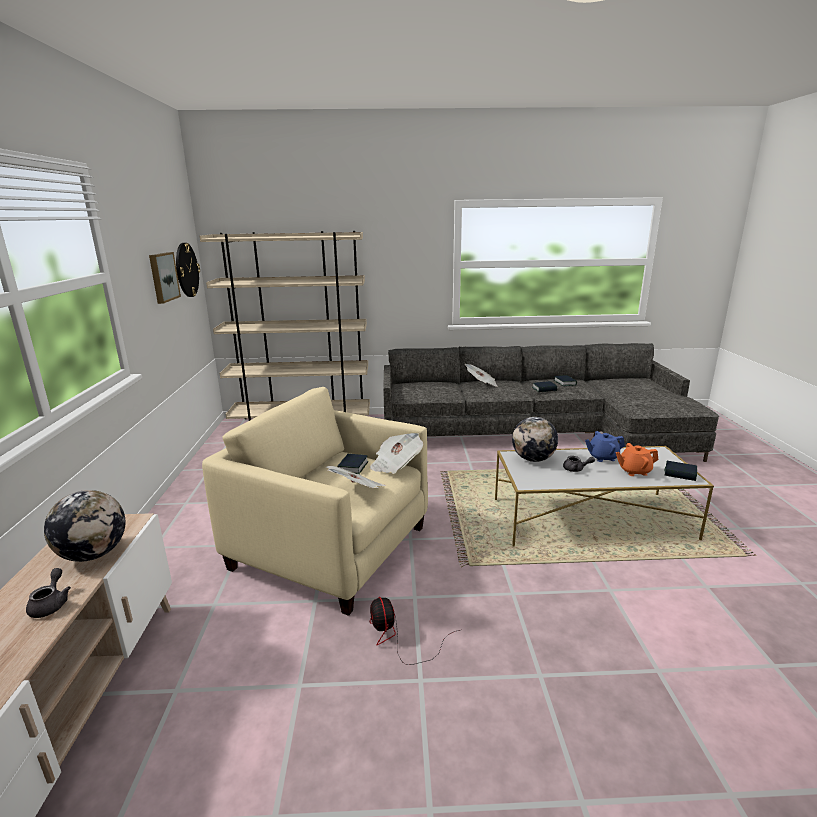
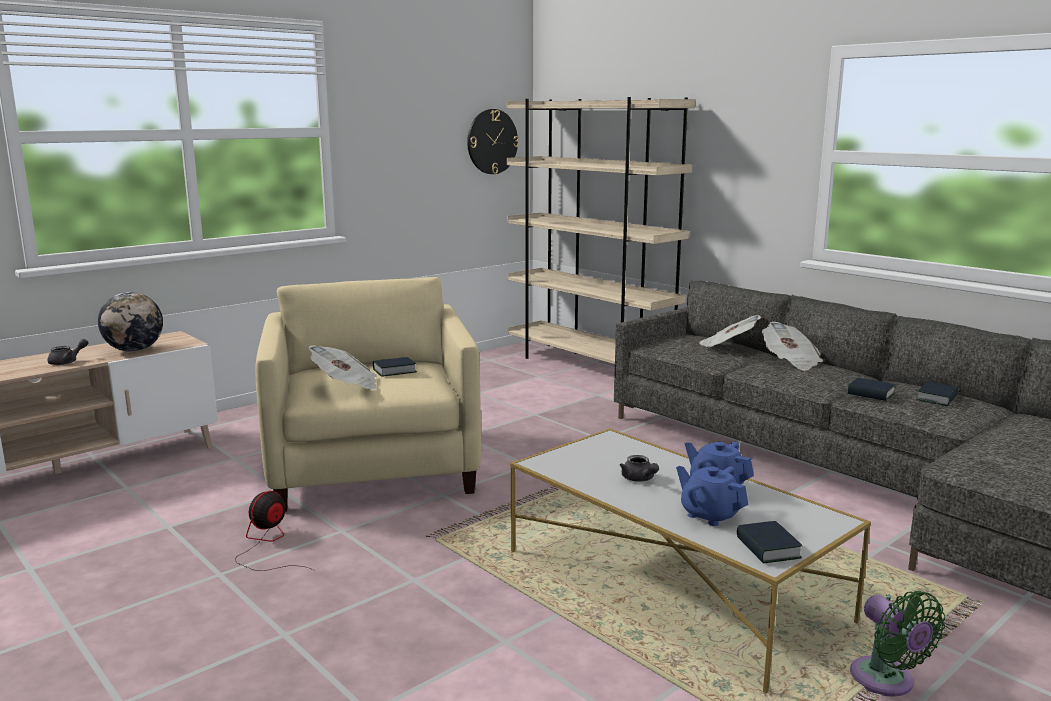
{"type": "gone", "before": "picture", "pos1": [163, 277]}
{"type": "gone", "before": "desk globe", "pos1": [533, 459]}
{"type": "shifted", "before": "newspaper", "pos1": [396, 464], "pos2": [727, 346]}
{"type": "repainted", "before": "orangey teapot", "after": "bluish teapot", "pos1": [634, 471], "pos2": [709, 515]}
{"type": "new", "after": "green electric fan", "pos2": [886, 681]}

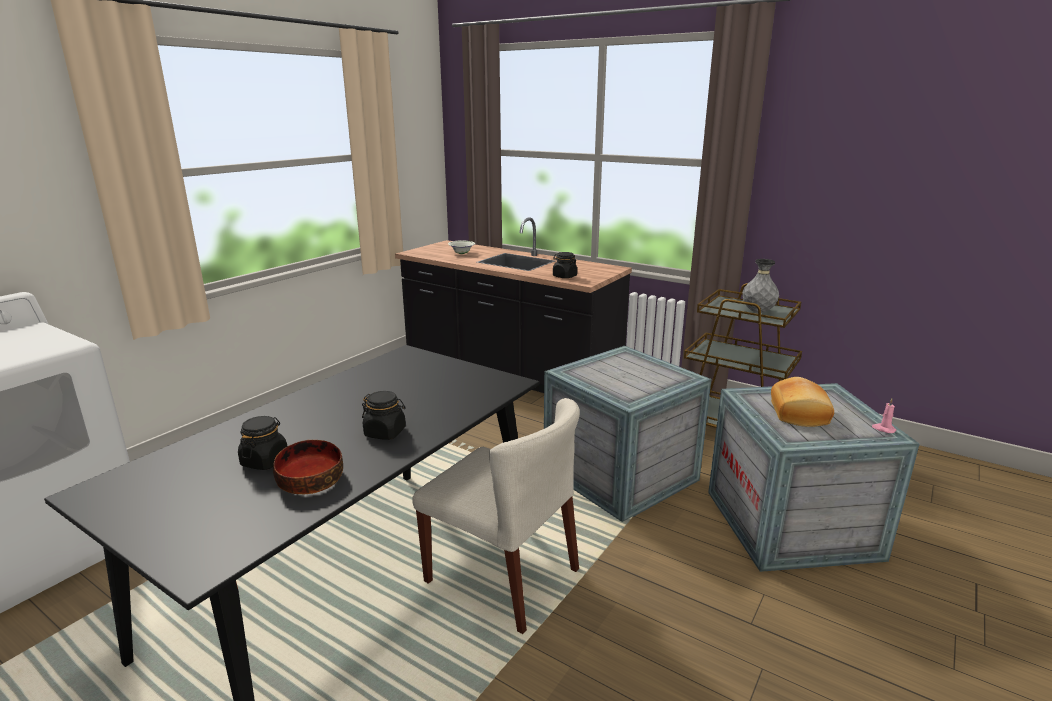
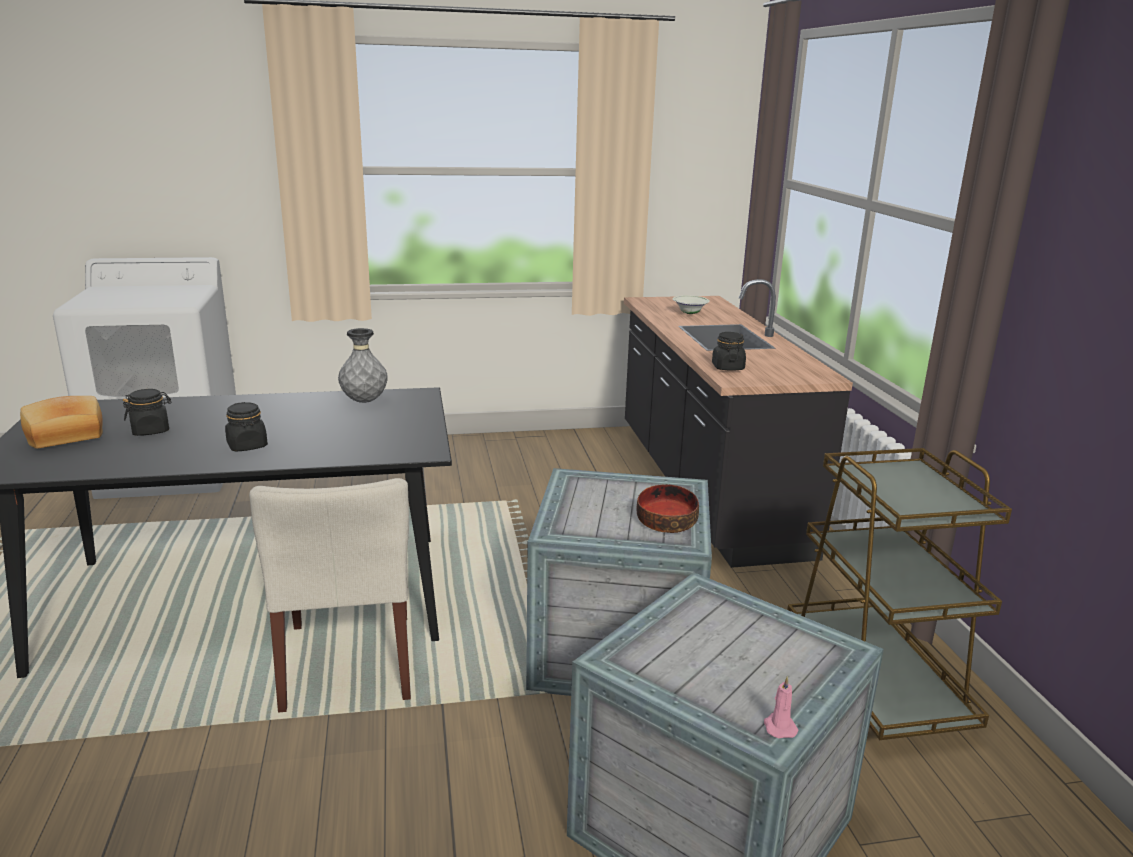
{"type": "shifted", "before": "greyish flower vase", "pos1": [757, 312], "pos2": [364, 401]}
{"type": "shifted", "before": "bread", "pos1": [800, 414], "pos2": [66, 437]}
{"type": "shifted", "before": "bowl", "pos1": [310, 480], "pos2": [665, 521]}

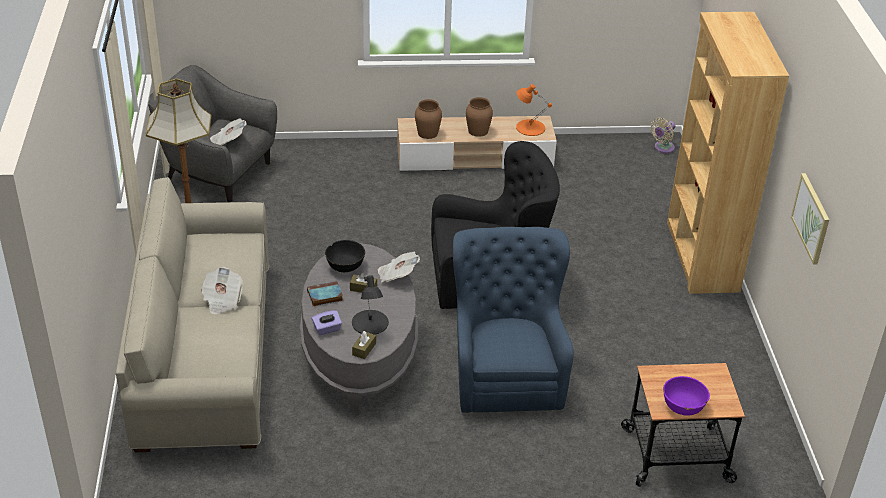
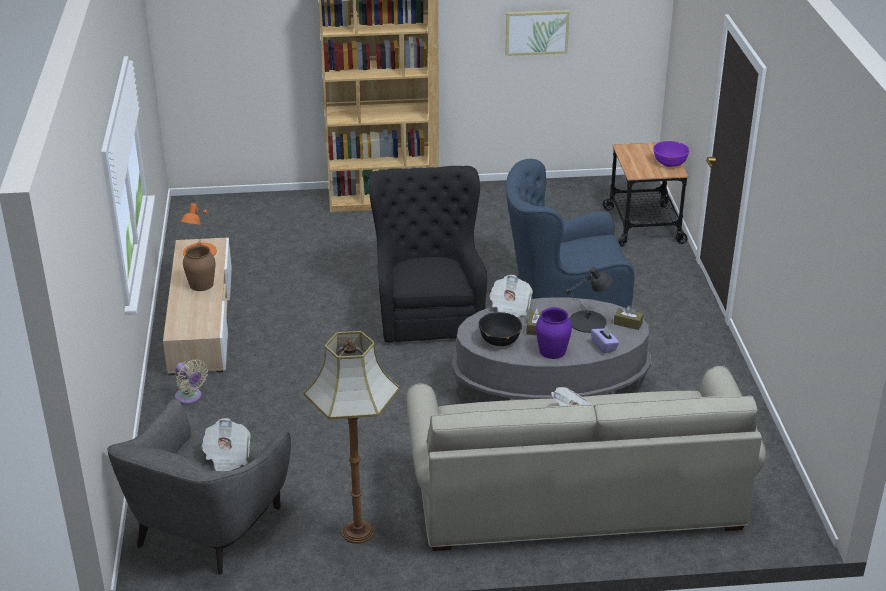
{"type": "gone", "before": "brown-coloured flower vase", "pos1": [428, 133]}
{"type": "shifted", "before": "beige-coloured electric fan", "pos1": [662, 148], "pos2": [190, 397]}
{"type": "swapped", "before": "volume", "after": "purplish flower vase", "pos1": [324, 296], "pos2": [552, 351]}

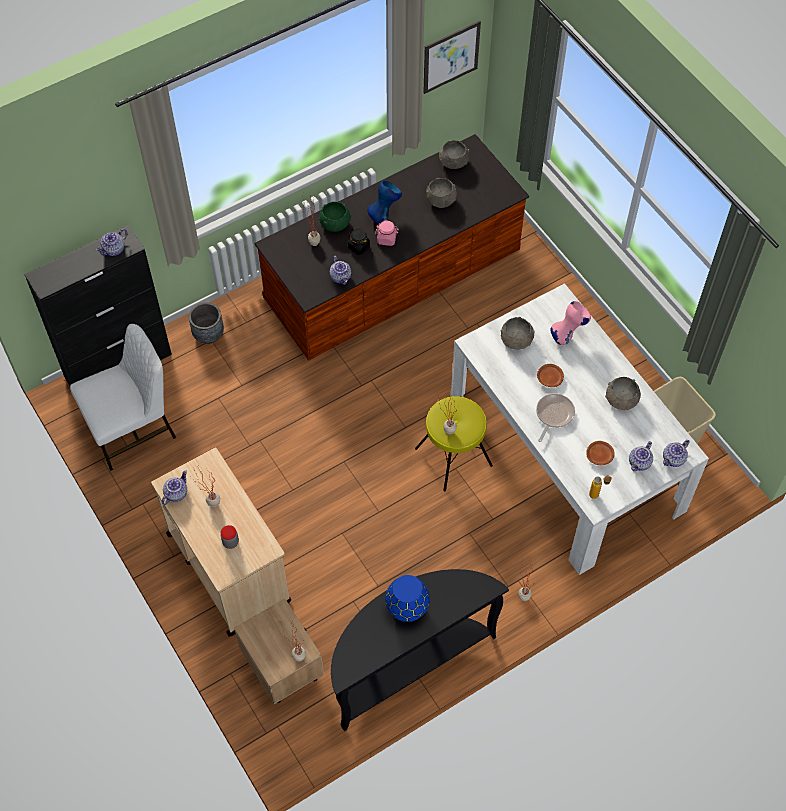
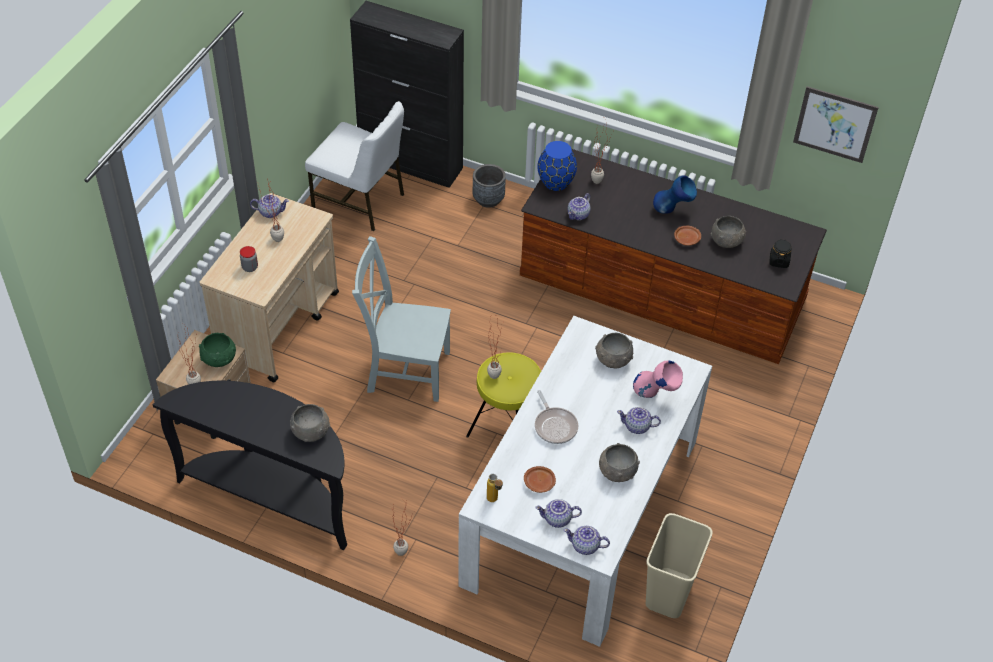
{"type": "shifted", "before": "greyish bowl", "pos1": [453, 162], "pos2": [310, 431]}
{"type": "shifted", "before": "green bowl", "pos1": [335, 224], "pos2": [219, 359]}
{"type": "gone", "before": "pink storage jar", "pos1": [387, 239]}
{"type": "shifted", "before": "teapot", "pos1": [114, 249], "pos2": [637, 426]}
{"type": "shifted", "before": "black storage jar", "pos1": [358, 247], "pos2": [779, 261]}
{"type": "shifted", "before": "brown-coloured dinner plate", "pos1": [549, 378], "pos2": [687, 239]}
{"type": "rotated", "before": "frying pan", "pos1": [553, 415], "pos2": [555, 426], "turn": 75}
{"type": "shifted", "before": "bluish flower vase", "pos1": [407, 608], "pos2": [556, 183]}
{"type": "new", "after": "greyish plain chair", "pos2": [404, 370]}

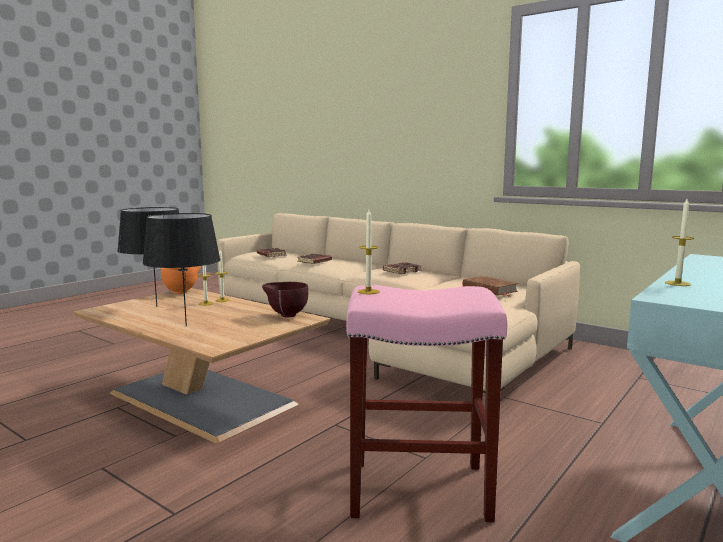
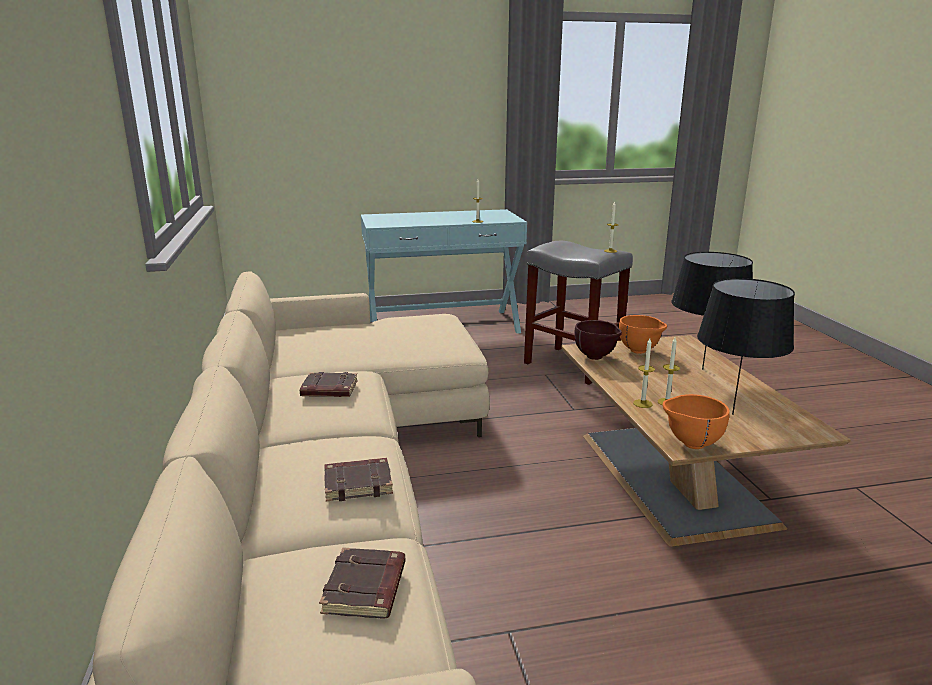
{"type": "gone", "before": "brown-coloured volume", "pos1": [489, 289]}
{"type": "repainted", "before": "pink sitting stool", "after": "greyish sitting stool", "pos1": [421, 489], "pos2": [571, 365]}
{"type": "new", "after": "orangey bowl", "pos2": [640, 351]}

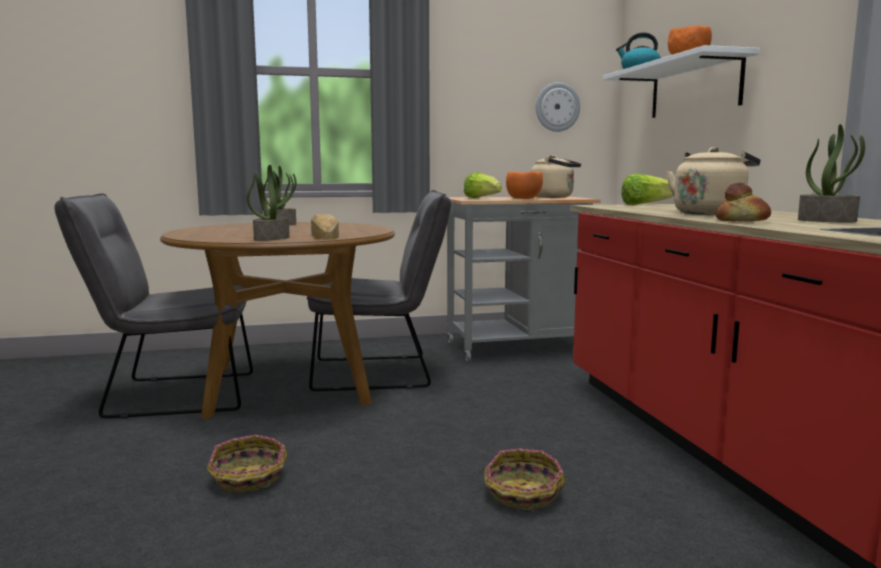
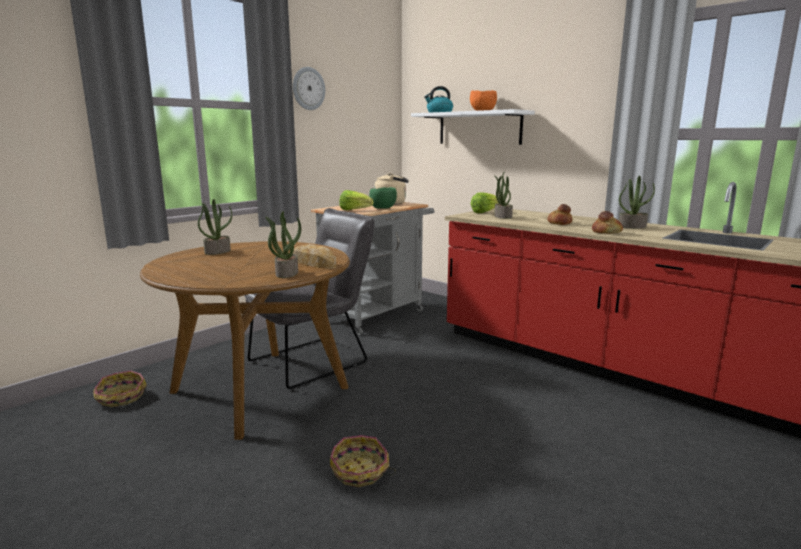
{"type": "shifted", "before": "hanging clock", "pos1": [557, 107], "pos2": [308, 88]}
{"type": "swapped", "before": "beige-coloured water kettle", "after": "bread", "pos1": [710, 213], "pos2": [559, 223]}
{"type": "repainted", "before": "orangey bowl", "after": "green bowl", "pos1": [524, 199], "pos2": [383, 208]}
{"type": "gone", "before": "greyish plain chair", "pos1": [171, 395]}
{"type": "shifted", "before": "household basket", "pos1": [522, 494], "pos2": [121, 398]}
{"type": "new", "after": "houseplant", "pos2": [502, 217]}

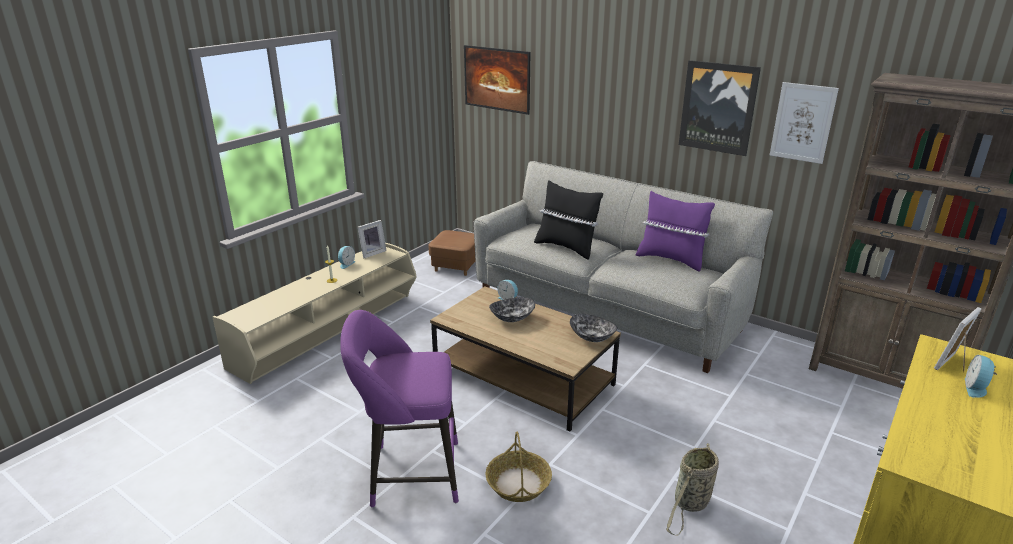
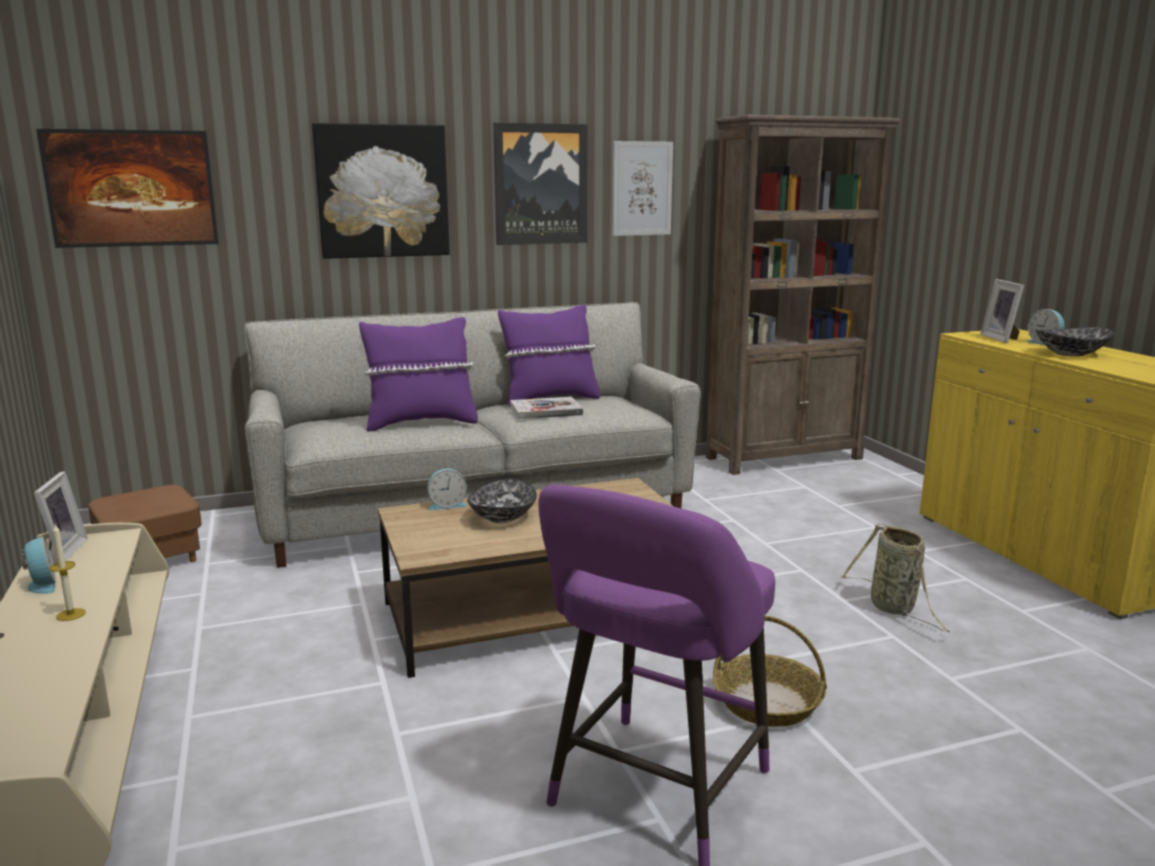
{"type": "repainted", "before": "black throw pillow", "after": "purplish throw pillow", "pos1": [566, 247], "pos2": [421, 423]}
{"type": "shifted", "before": "bowl", "pos1": [592, 337], "pos2": [1071, 354]}
{"type": "new", "after": "picture", "pos2": [382, 191]}
{"type": "new", "after": "volume", "pos2": [546, 410]}

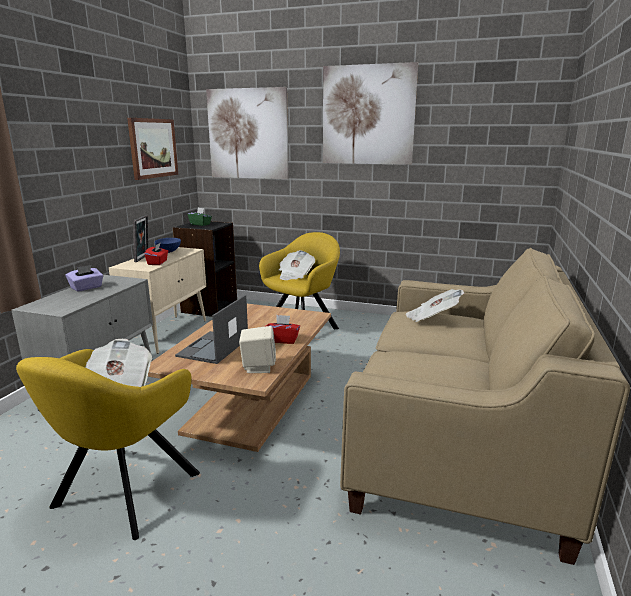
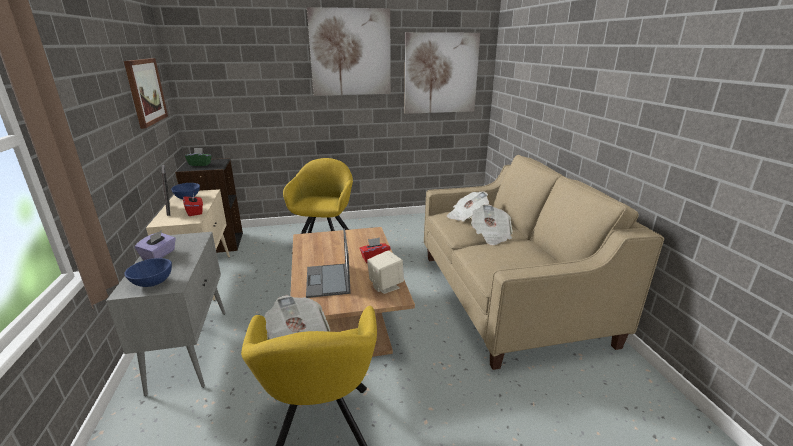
{"type": "shifted", "before": "picture", "pos1": [248, 134], "pos2": [441, 73]}
{"type": "shifted", "before": "newspaper", "pos1": [295, 275], "pos2": [490, 235]}
{"type": "new", "after": "bluish bowl", "pos2": [152, 284]}

